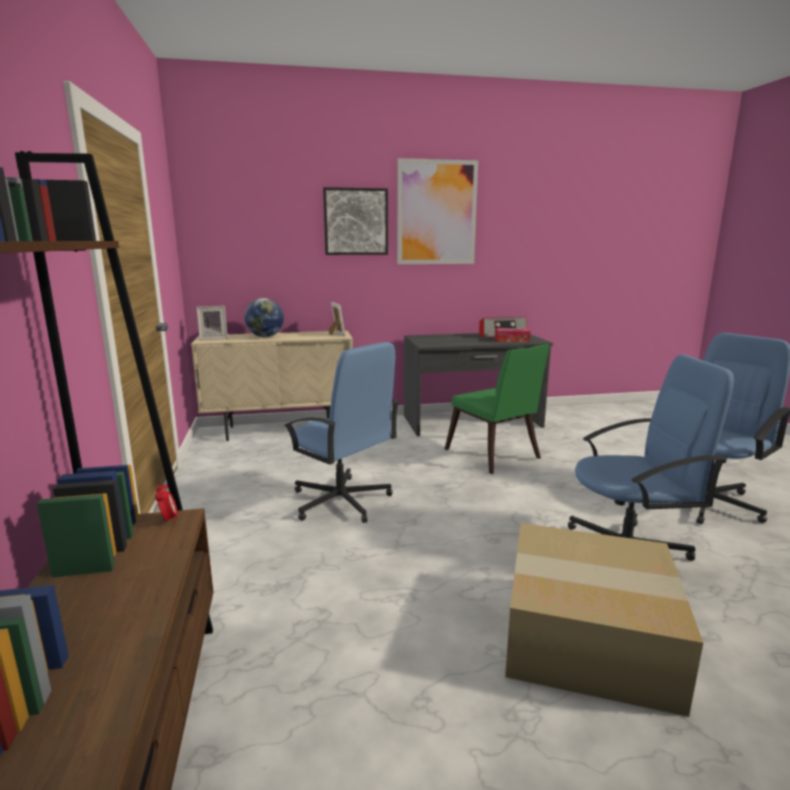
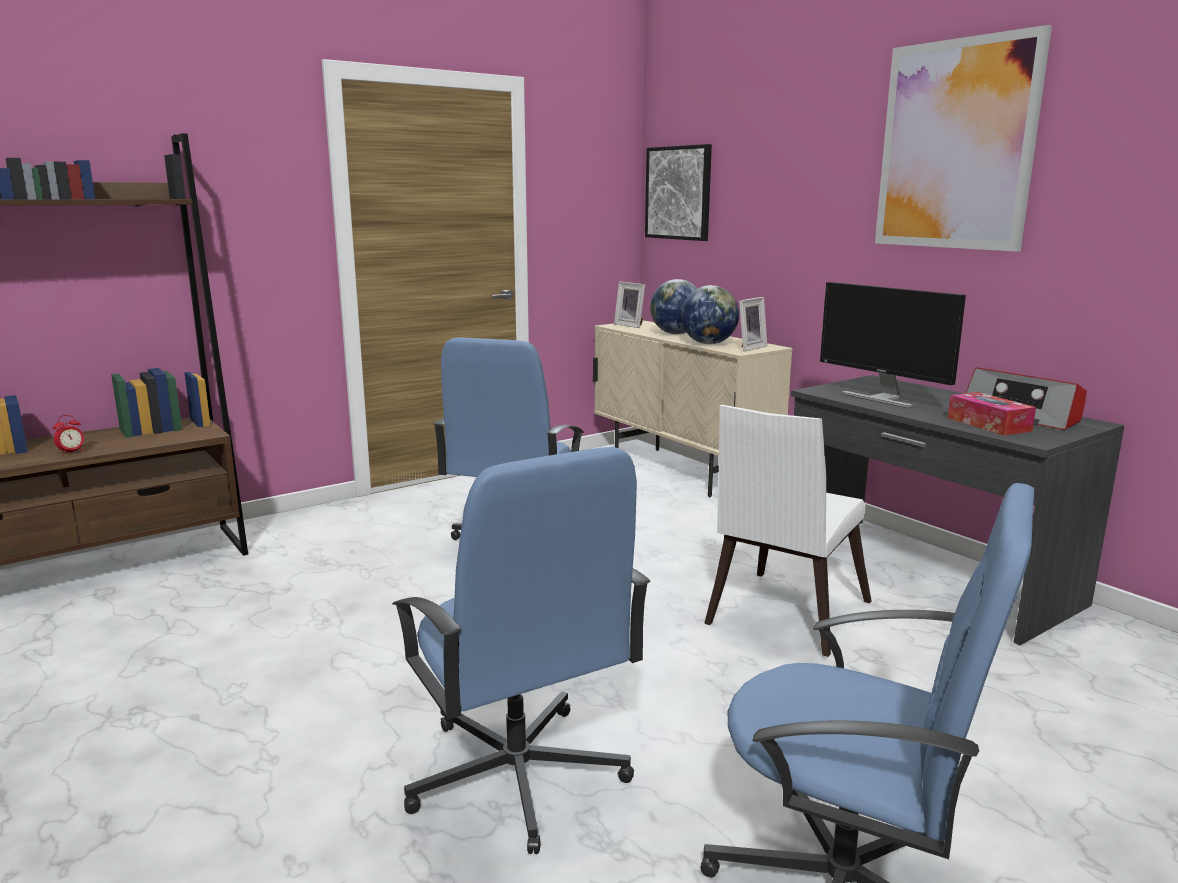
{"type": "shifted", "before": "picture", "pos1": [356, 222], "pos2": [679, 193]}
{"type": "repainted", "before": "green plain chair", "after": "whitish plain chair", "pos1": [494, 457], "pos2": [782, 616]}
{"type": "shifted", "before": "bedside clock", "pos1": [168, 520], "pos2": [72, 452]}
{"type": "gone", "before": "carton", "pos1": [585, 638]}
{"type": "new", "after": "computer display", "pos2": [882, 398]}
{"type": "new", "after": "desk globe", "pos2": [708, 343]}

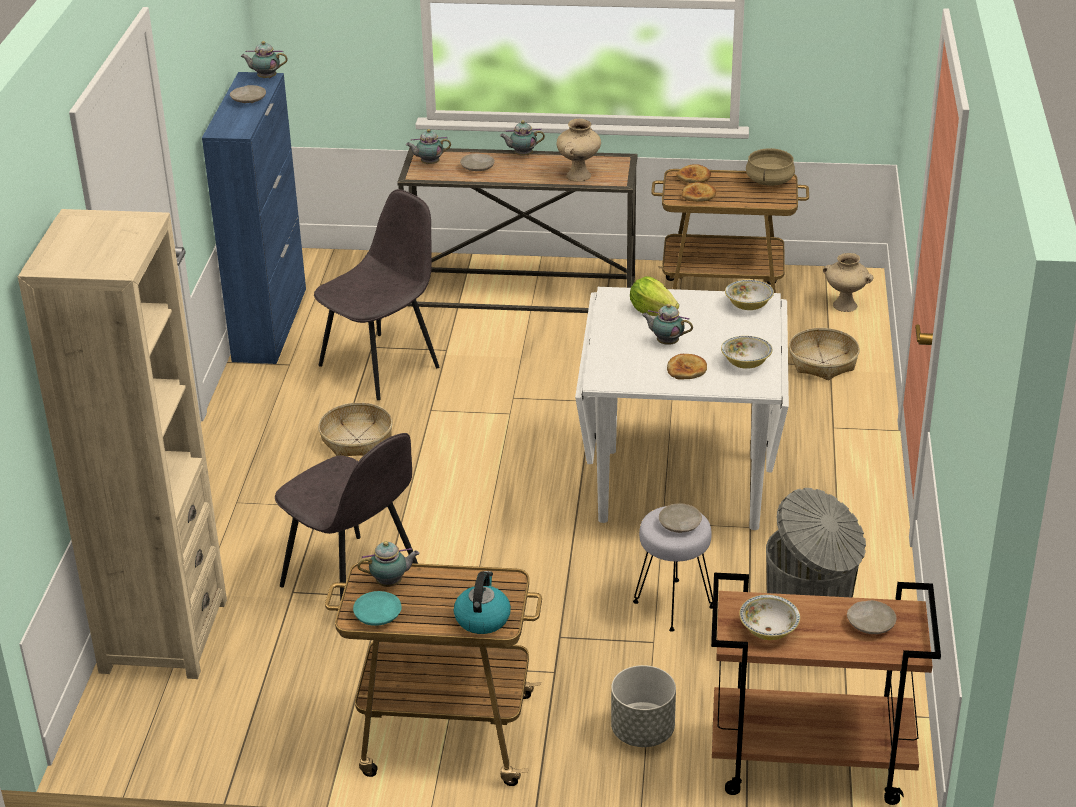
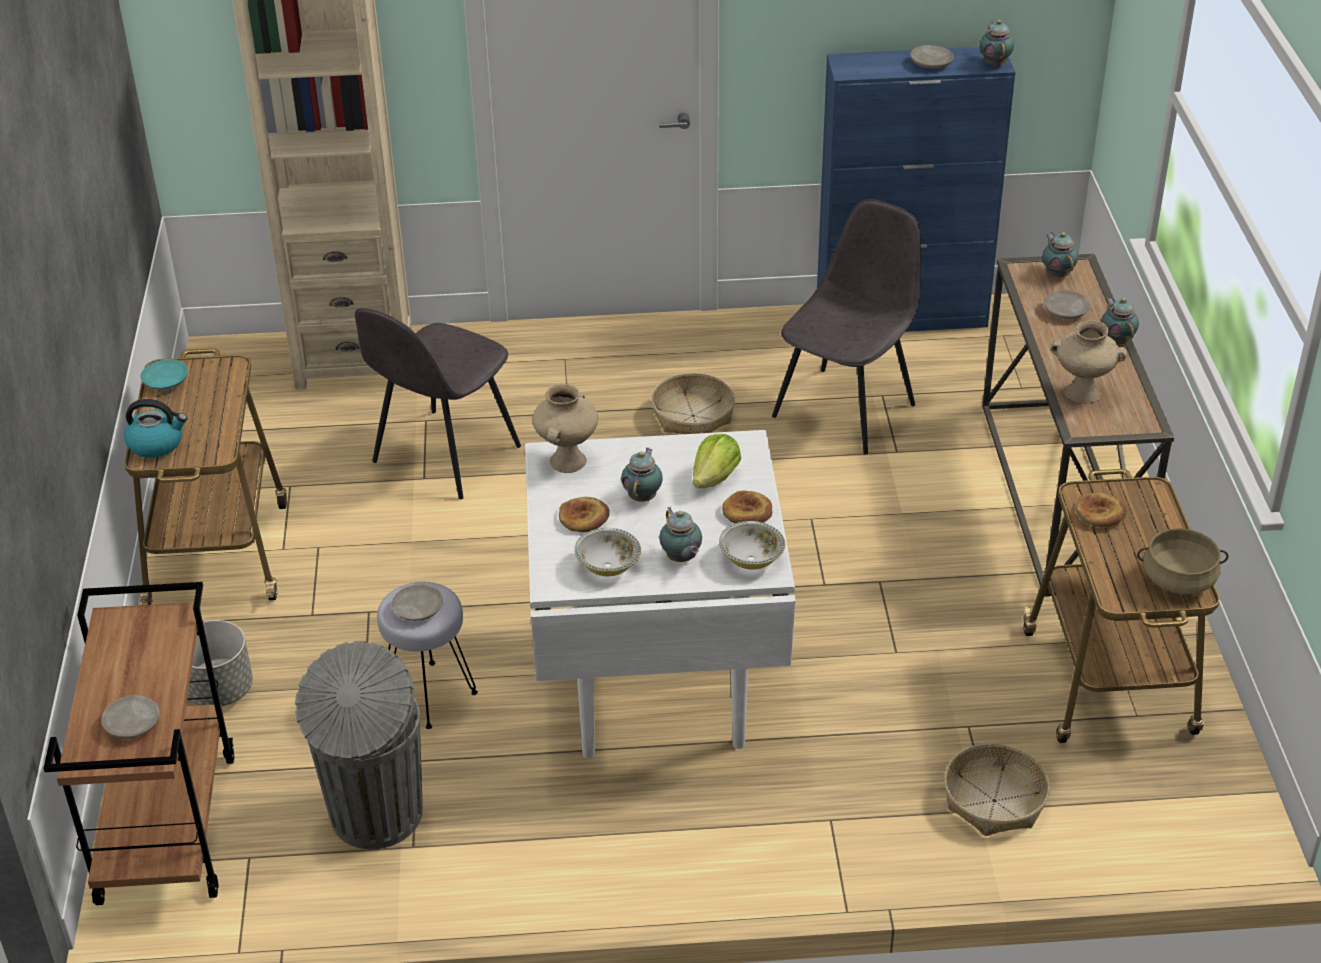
{"type": "shifted", "before": "bread", "pos1": [694, 177], "pos2": [747, 512]}
{"type": "rotated", "before": "greyish plain chair", "pos1": [381, 365], "pos2": [846, 409], "turn": -90}
{"type": "shifted", "before": "beige-coloured flower vase", "pos1": [844, 306], "pos2": [567, 460]}
{"type": "shifted", "before": "teapot", "pos1": [391, 583], "pos2": [681, 559]}
{"type": "gone", "before": "bowl", "pos1": [768, 630]}

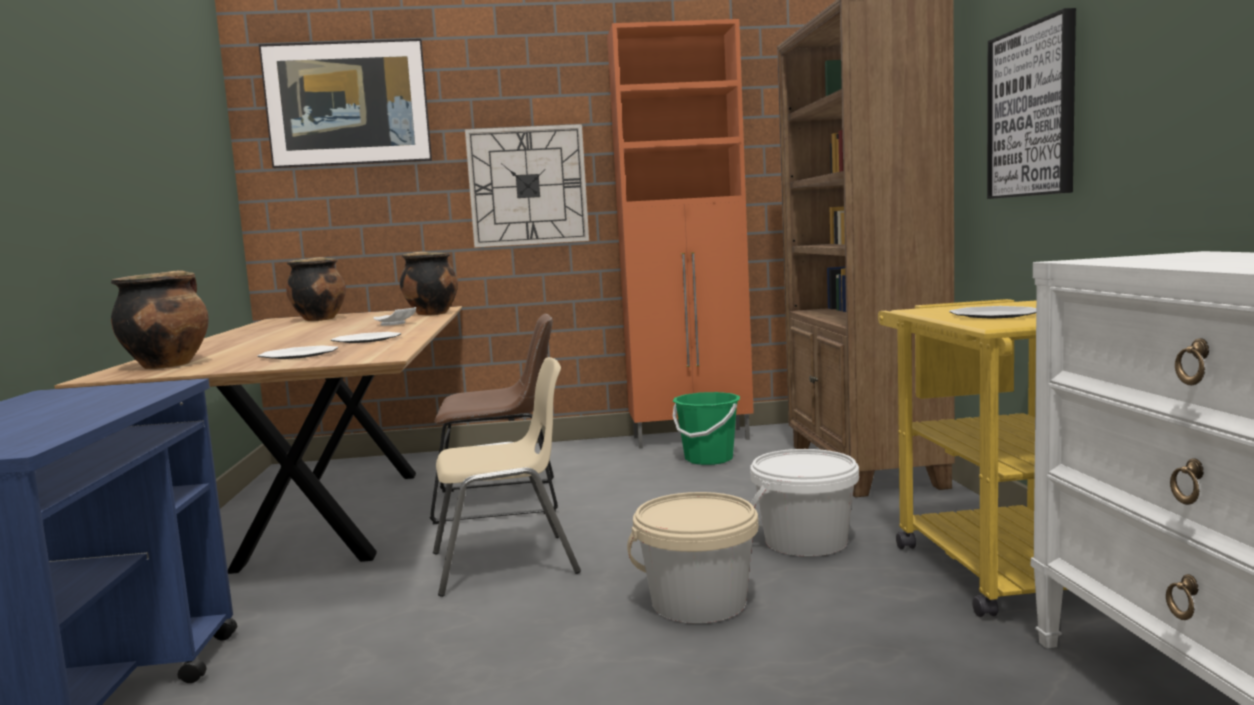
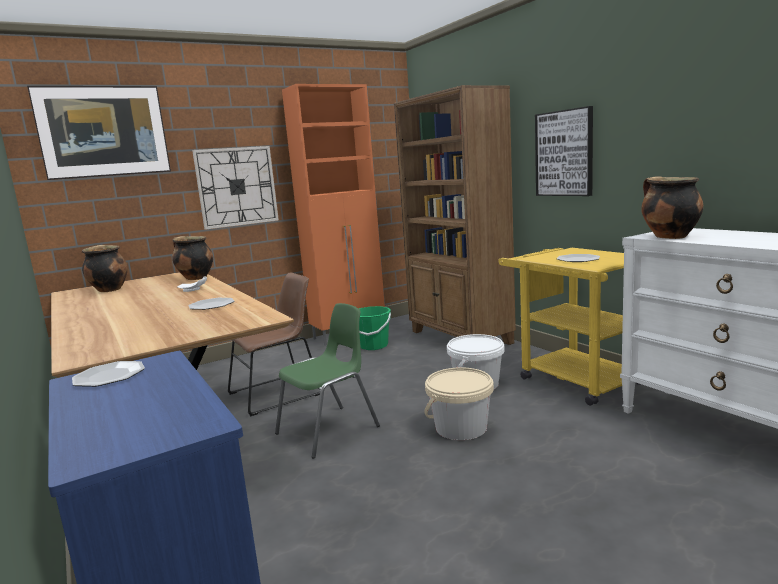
{"type": "shifted", "before": "stockpot", "pos1": [167, 365], "pos2": [668, 237]}
{"type": "shifted", "before": "dinner plate", "pos1": [298, 355], "pos2": [109, 376]}
{"type": "repainted", "before": "beige-coloured plain chair", "after": "green plain chair", "pos1": [507, 563], "pos2": [330, 430]}

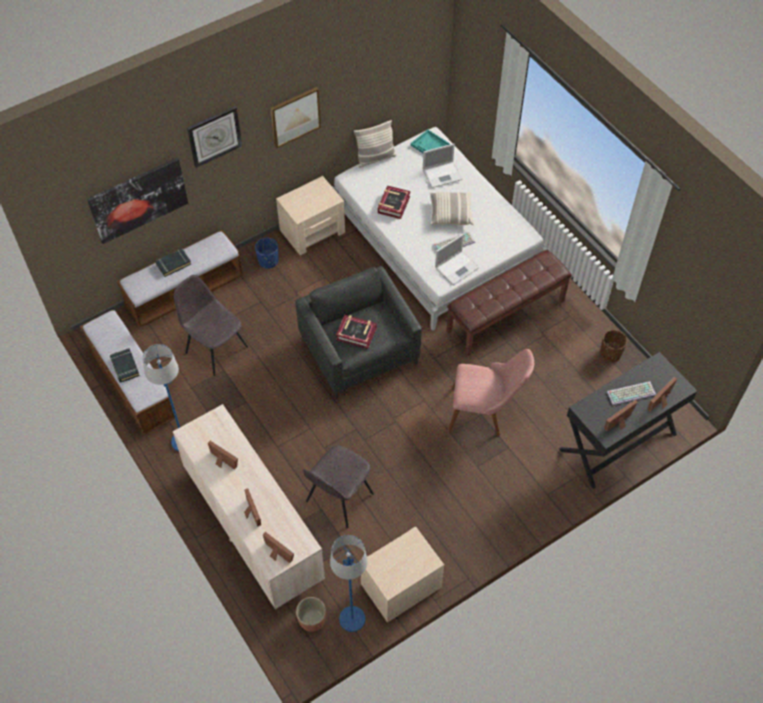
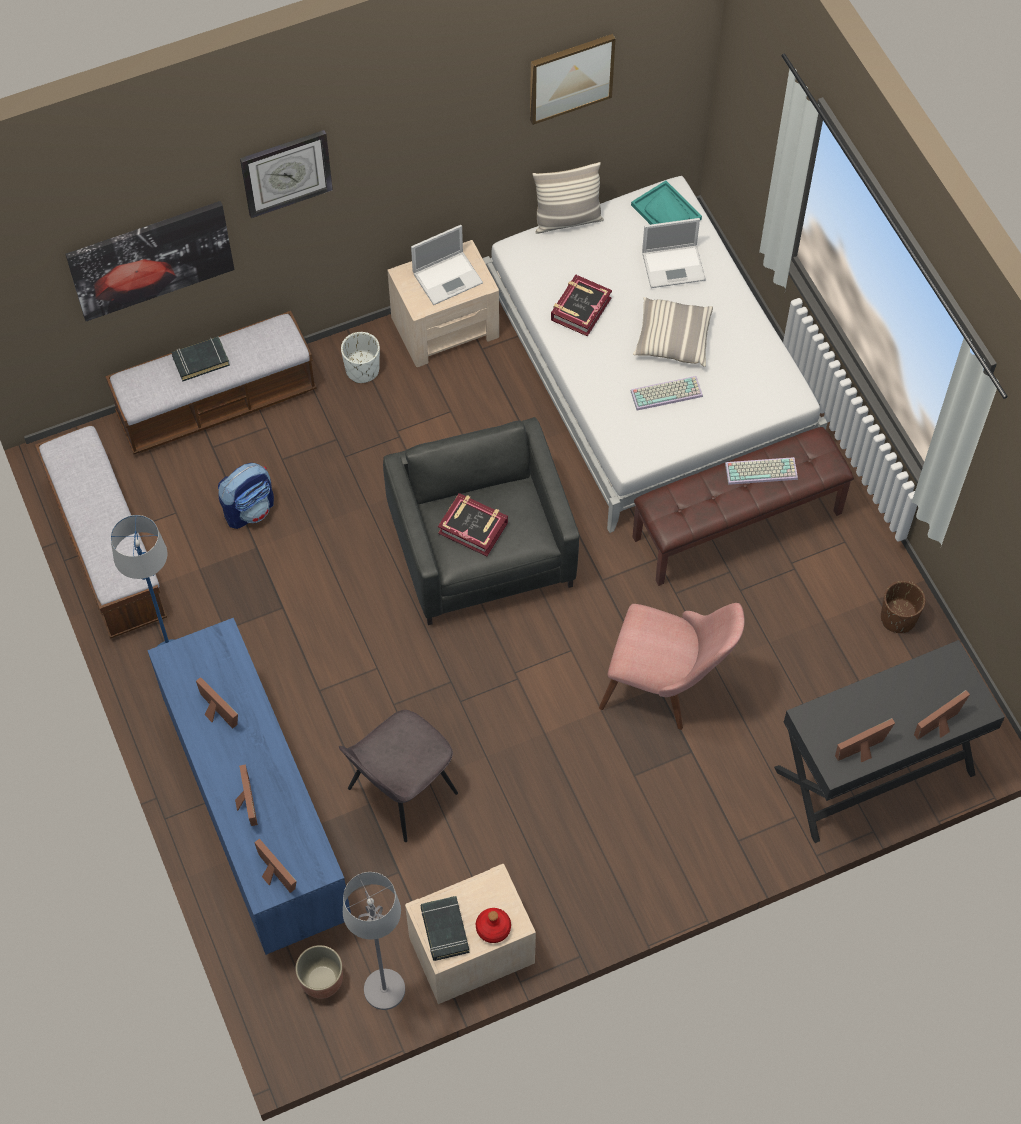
{"type": "shifted", "before": "picture", "pos1": [295, 116], "pos2": [570, 77]}
{"type": "shifted", "before": "portable computer", "pos1": [457, 267], "pos2": [448, 277]}
{"type": "repainted", "before": "bluish planter", "after": "whitish planter", "pos1": [268, 261], "pos2": [362, 370]}
{"type": "swapped", "before": "greyish plain chair", "after": "backpack", "pos1": [215, 349], "pos2": [249, 509]}
{"type": "shifted", "before": "black volume", "pos1": [125, 367], "pos2": [444, 930]}
{"type": "shifted", "before": "computer keyboard", "pos1": [631, 392], "pos2": [762, 470]}
{"type": "repainted", "before": "beige-coloured drawer chest", "after": "bluish drawer chest", "pos1": [253, 526], "pos2": [257, 815]}
{"type": "repainted", "before": "bluish floor lamp", "after": "greyish floor lamp", "pos1": [352, 619], "pos2": [384, 990]}
{"type": "new", "after": "red-coloured beverage bottle", "pos2": [493, 927]}

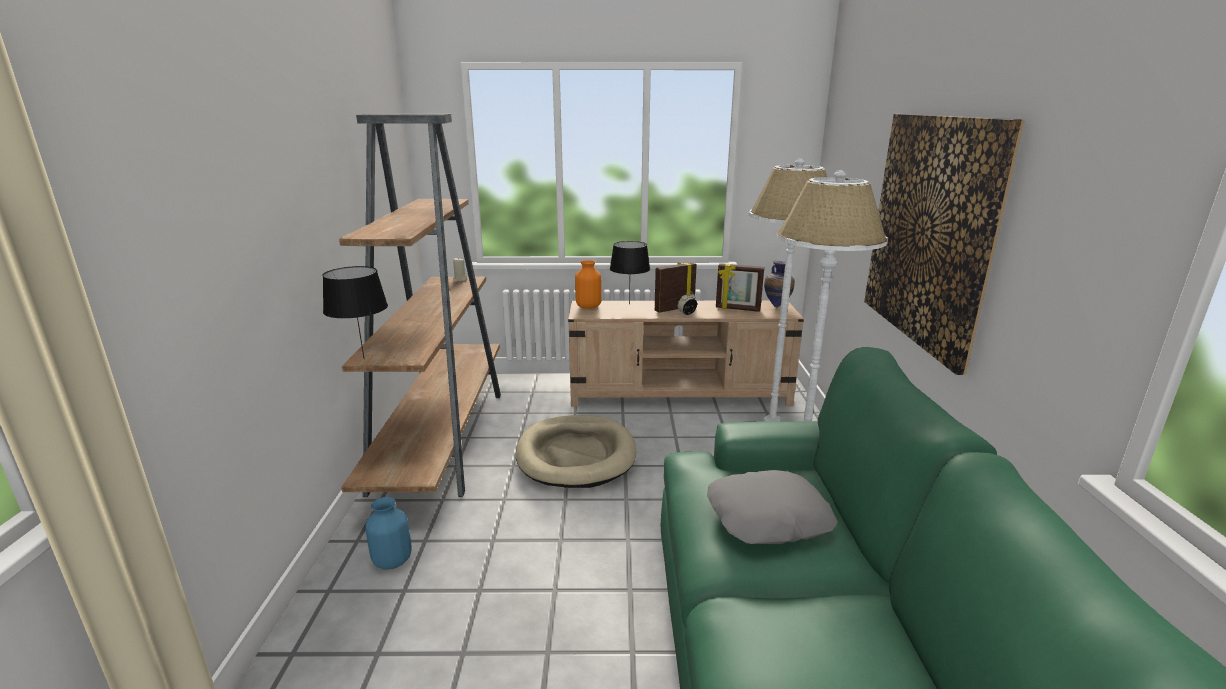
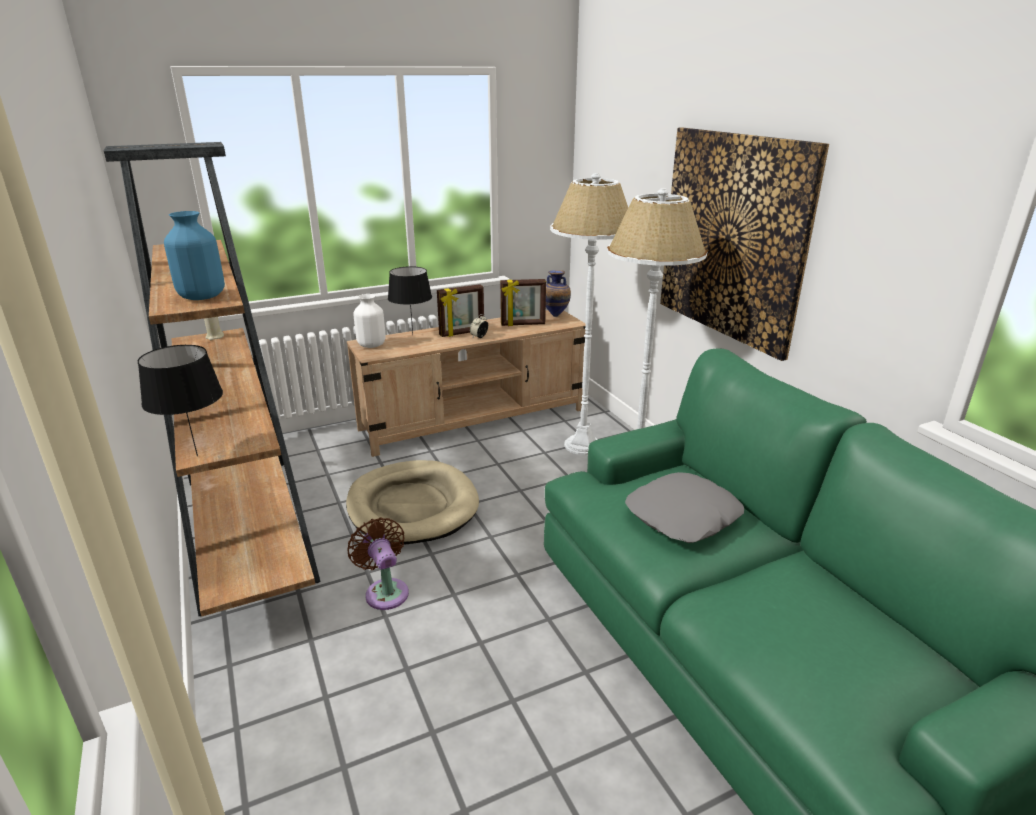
{"type": "repainted", "before": "orangey flower vase", "after": "whitish flower vase", "pos1": [589, 306], "pos2": [372, 345]}
{"type": "rotated", "before": "standing frame", "pos1": [674, 308], "pos2": [462, 333], "turn": -150}
{"type": "shifted", "before": "bluish flower vase", "pos1": [392, 561], "pos2": [201, 297]}
{"type": "new", "after": "brown-coloured electric fan", "pos2": [385, 591]}

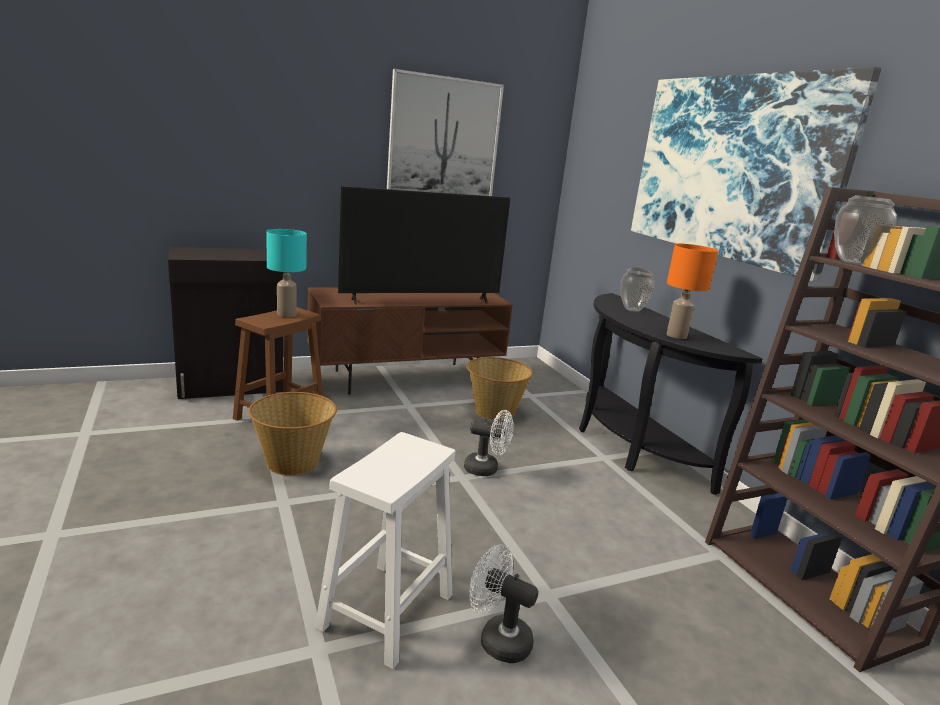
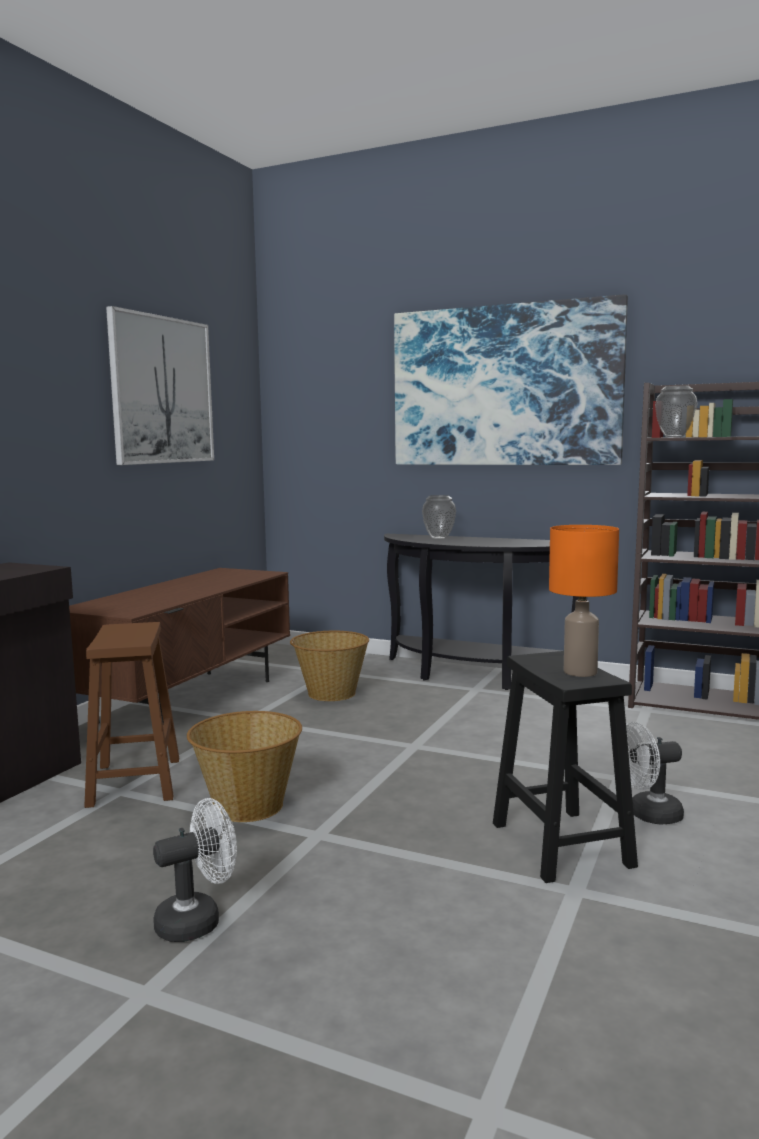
{"type": "gone", "before": "TV set", "pos1": [421, 301]}
{"type": "gone", "before": "turquoise tabletop lamp", "pos1": [287, 314]}
{"type": "shifted", "before": "orangey tabletop lamp", "pos1": [676, 336], "pos2": [581, 672]}
{"type": "shifted", "before": "whitish electric fan", "pos1": [486, 469], "pos2": [198, 920]}
{"type": "repainted", "before": "whitish sitting stool", "after": "black sitting stool", "pos1": [387, 609], "pos2": [559, 843]}

